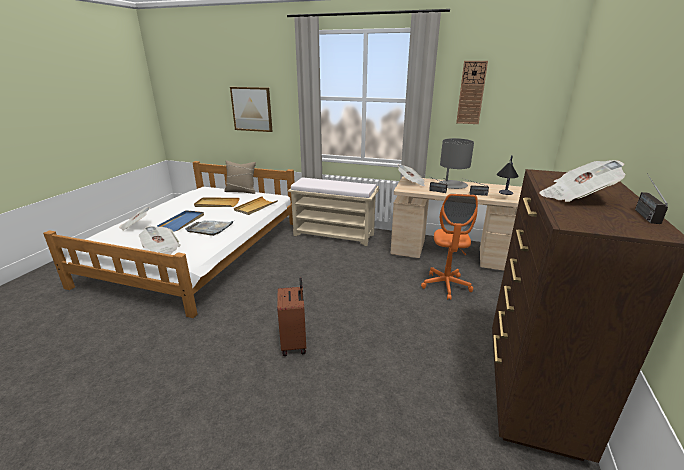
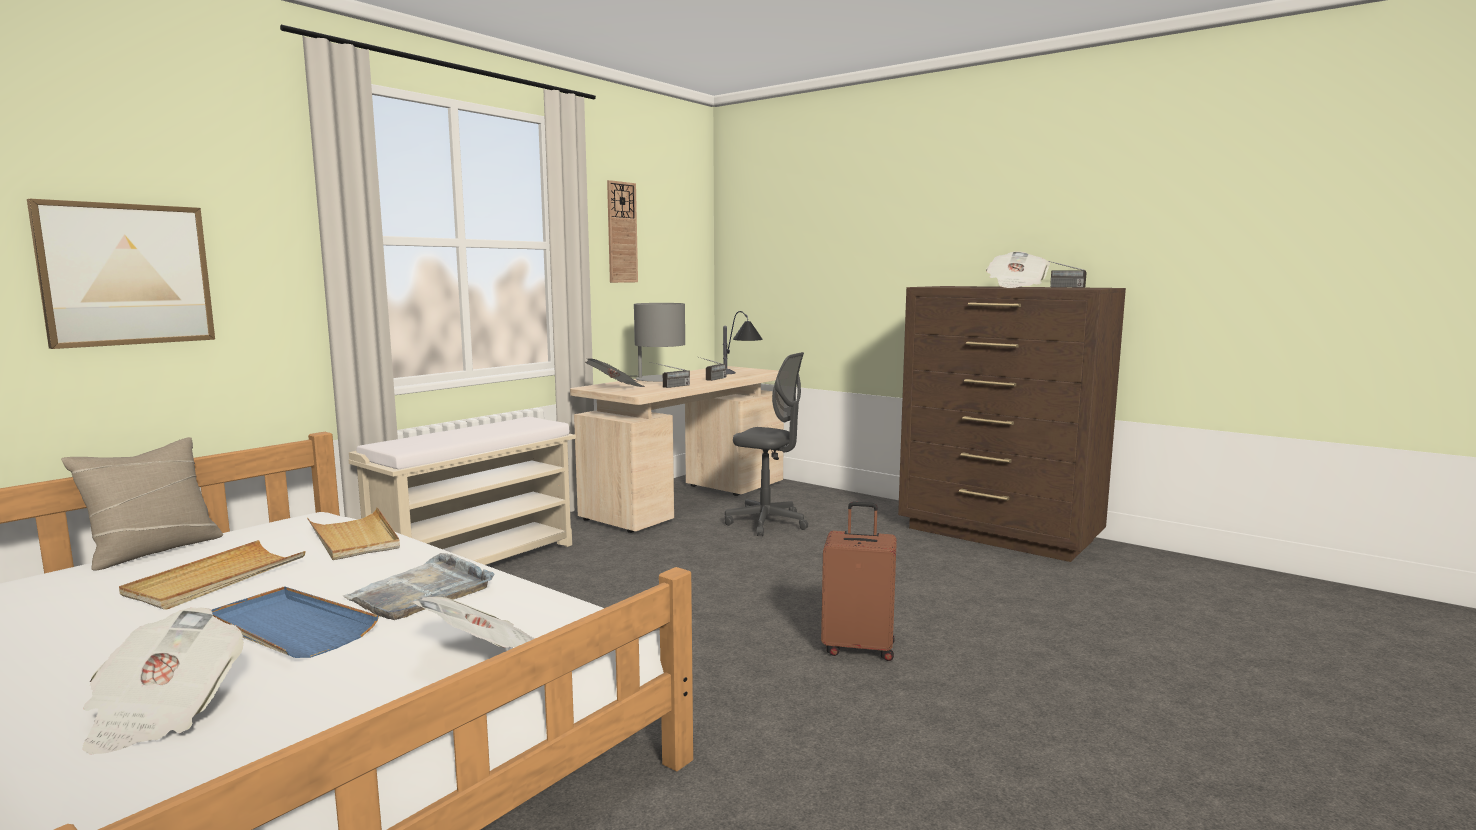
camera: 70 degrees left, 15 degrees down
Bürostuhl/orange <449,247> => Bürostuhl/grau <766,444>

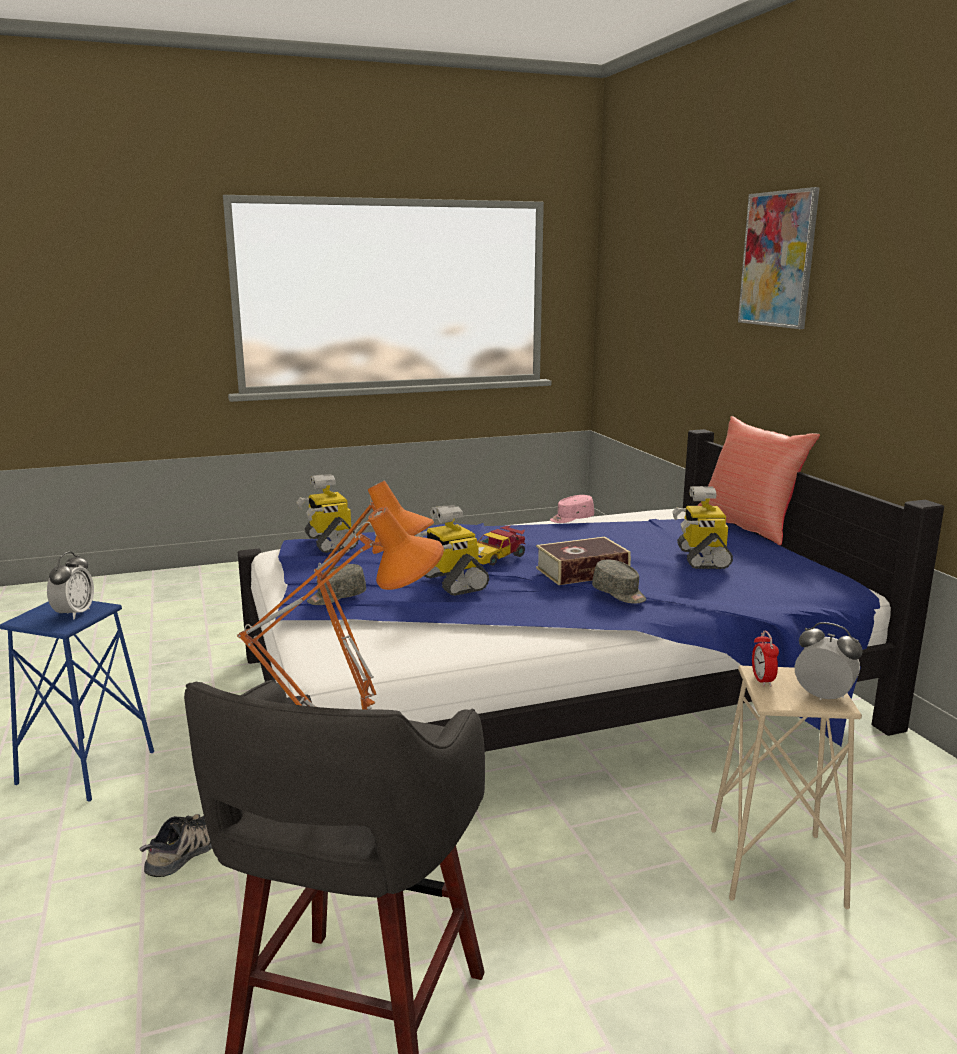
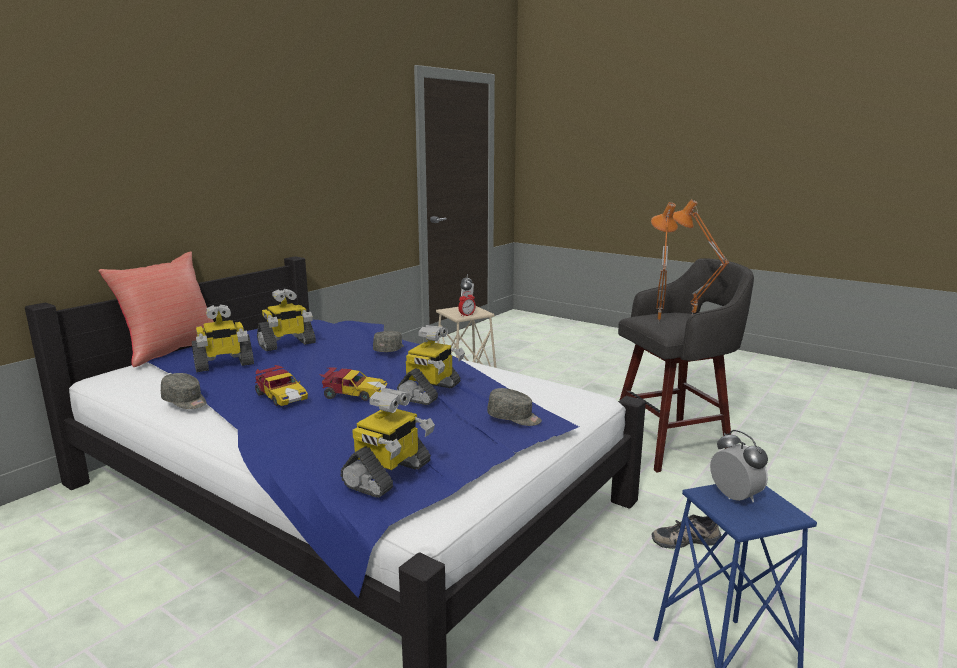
camera: 125 degrees left, 0 degrees up
Kappe/rosa <572,509> => Kappe/grau <184,391>
nothing => Spielzeugroboter <223,338>
nothing => Spielzeugauto <281,385>
Wecker <70,585> => Wecker <739,466>, 90 degrees clockwise
Buch <583,561> => nothing
Bild <779,258> => nothing

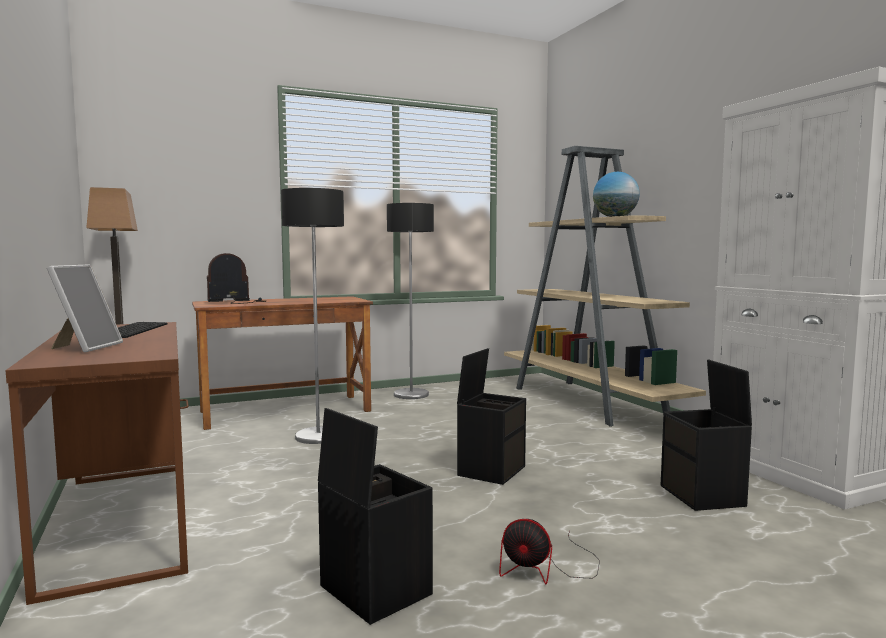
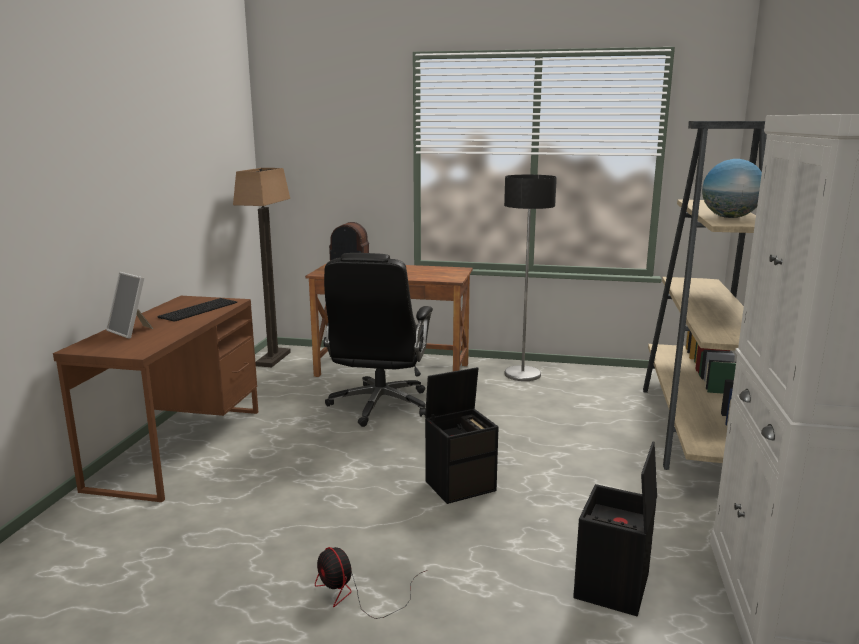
camera: 35 degrees right, 10 degrees up
Bilderrahmen <85,308> => Bilderrahmen <130,305>, 90 degrees clockwise
Stehlampe <312,316> => Bürostuhl/schwarz <378,340>
Aufbewahrungsbox/schwarz <375,516> => nothing

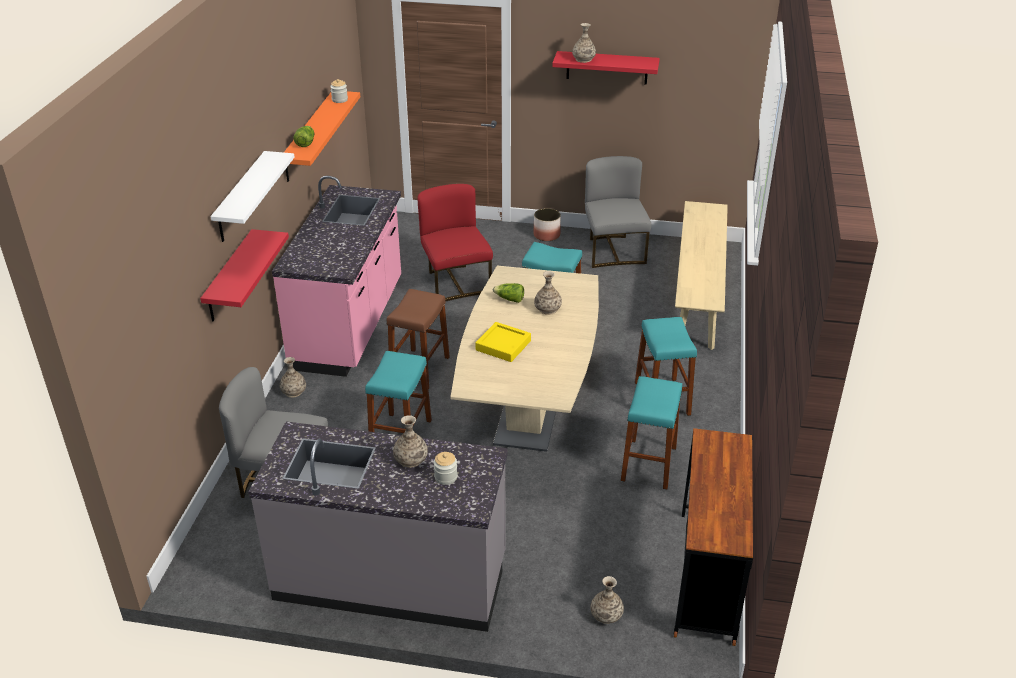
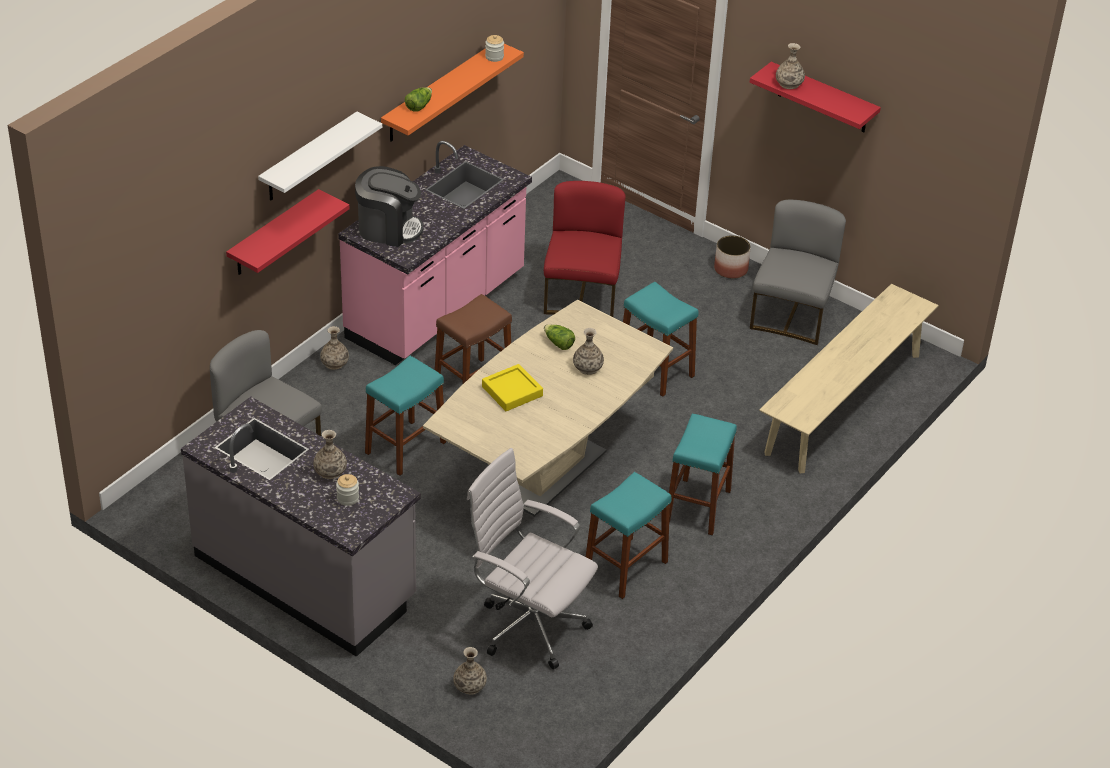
camera: 25 degrees right, 5 degrees up
nothing => Kaffeemaschine <389,206>
nothing => Bürostuhl/weiß <532,558>
Schreibtisch/braun <713,537> => nothing

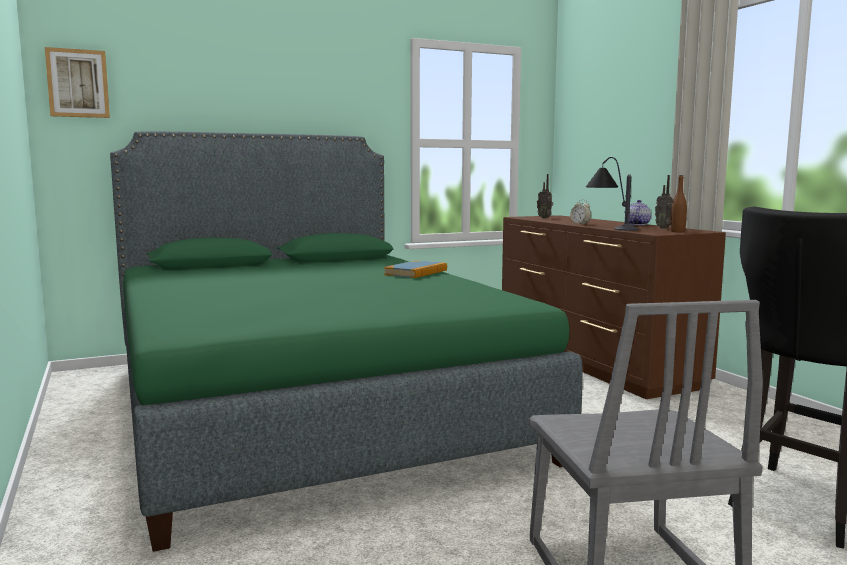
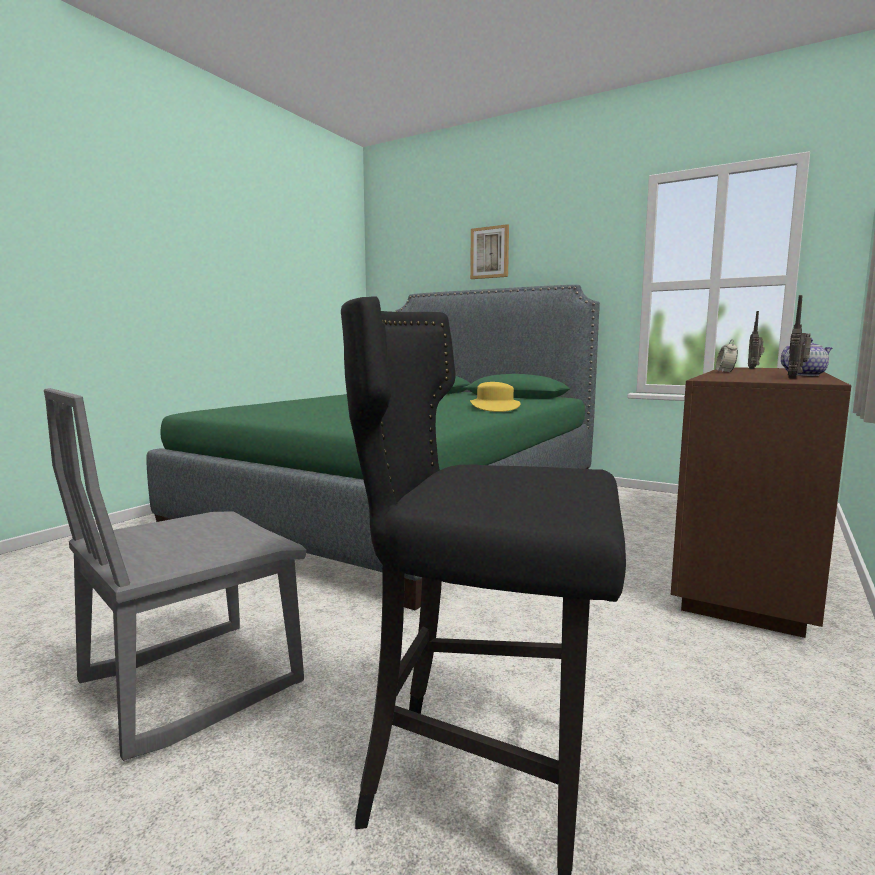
camera: 55 degrees right, 0 degrees up
Bild <77,82> => Bild <489,251>, shifted
Buch <415,269> => Hut/gelb <495,397>
Tischlampe <612,194> => nothing
Flasche/braun <678,203> => nothing

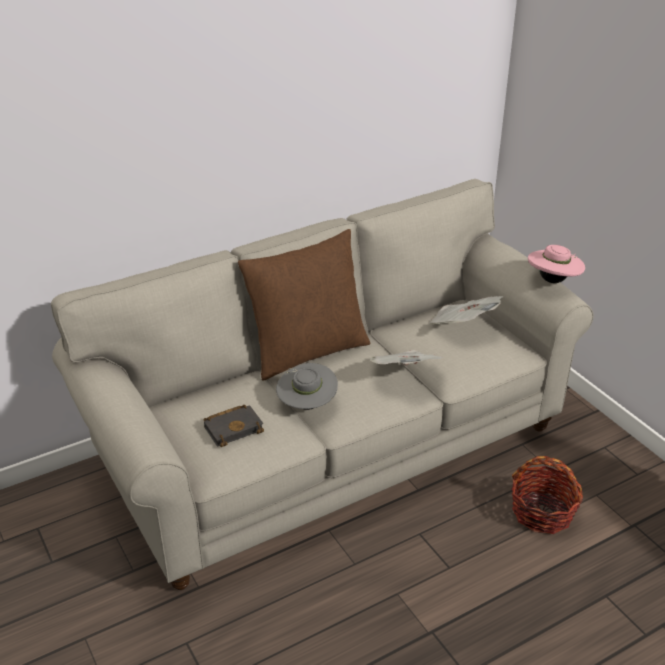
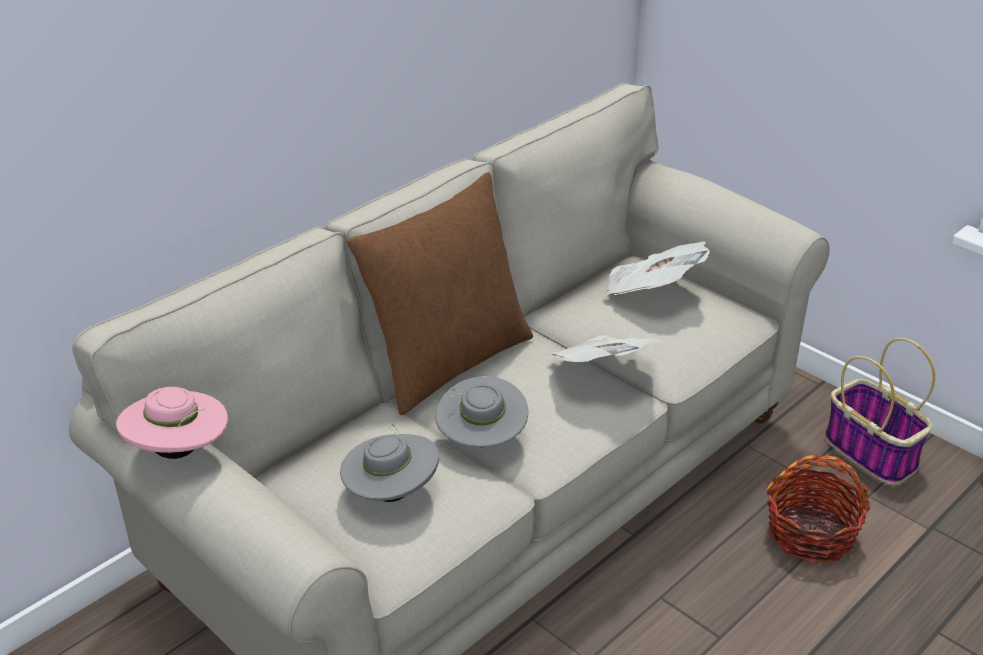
camera: 15 degrees left, 0 degrees up
Hut/rosa <556,264> => Hut/rosa <172,423>, shifted
Buch/schwarz <234,426> => Hut/grau <389,463>
nothing => Korb <880,411>

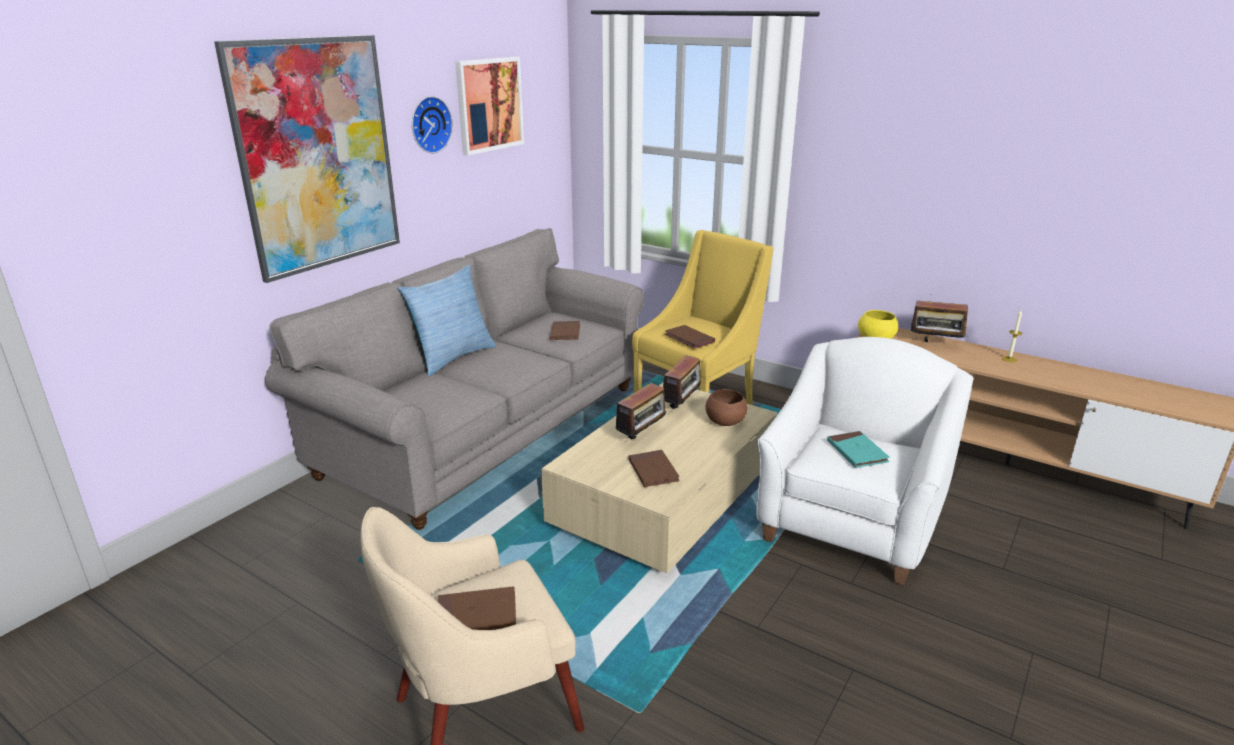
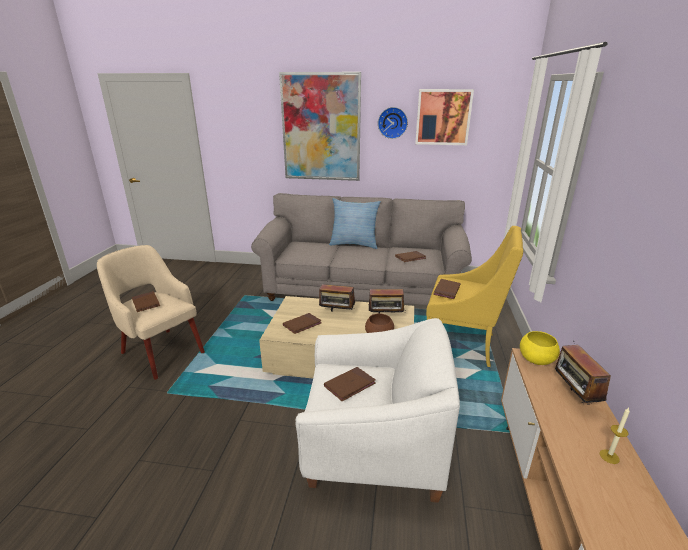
camera: 65 degrees right, 0 degrees up
Buch/türkis <858,449> => Buch/braun <350,384>

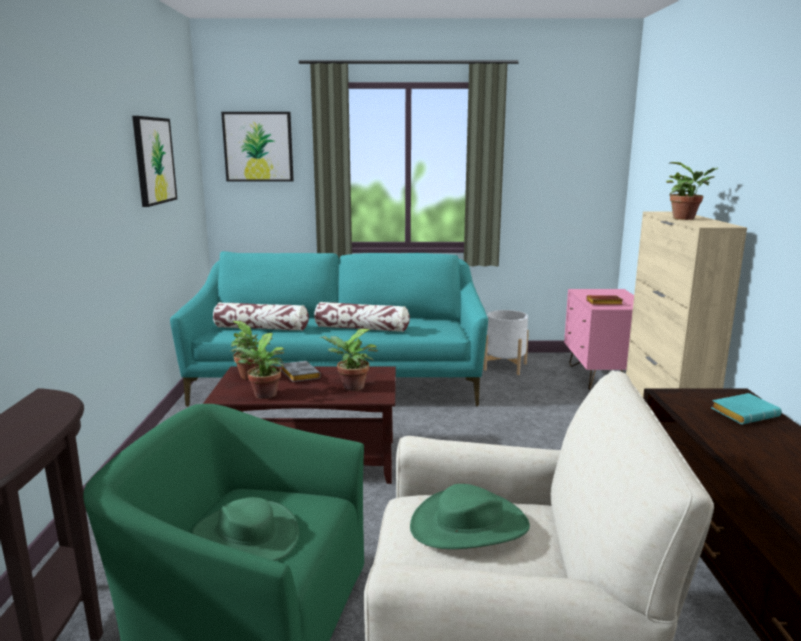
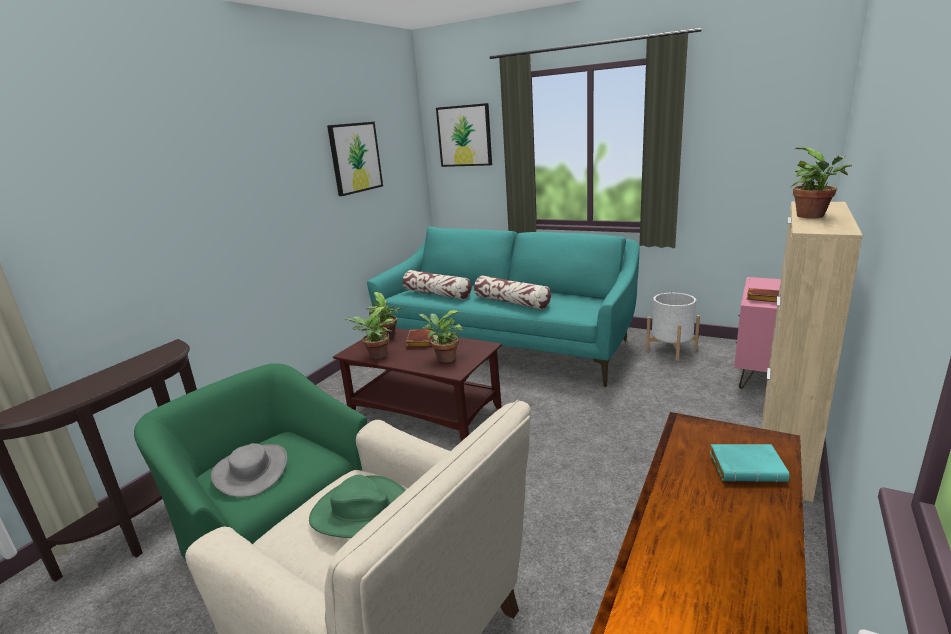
camera: 30 degrees right, 5 degrees up
Hut/grün <245,529> => Hut/grau <249,470>
Buch/grau <301,371> => Buch/braun <419,338>

